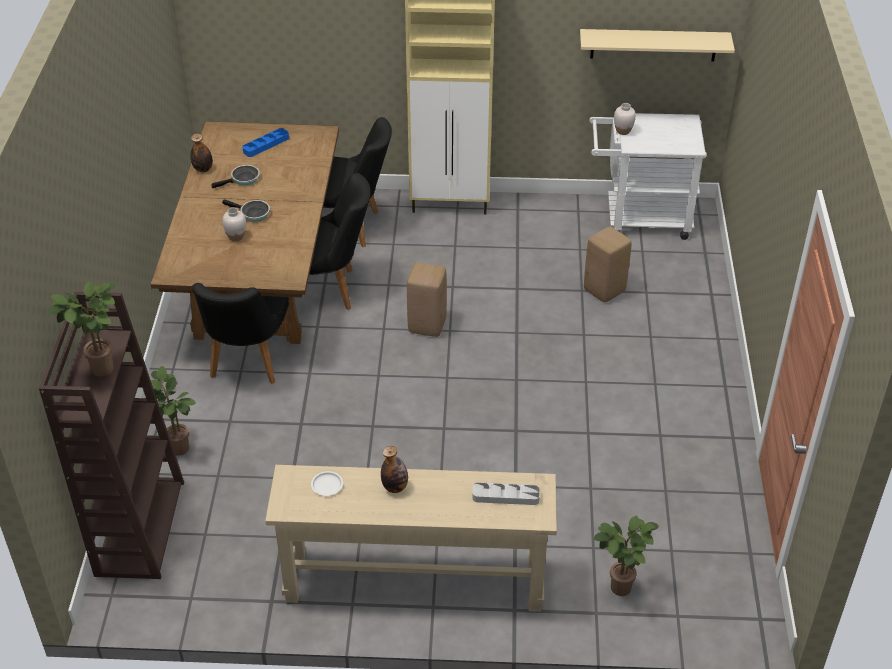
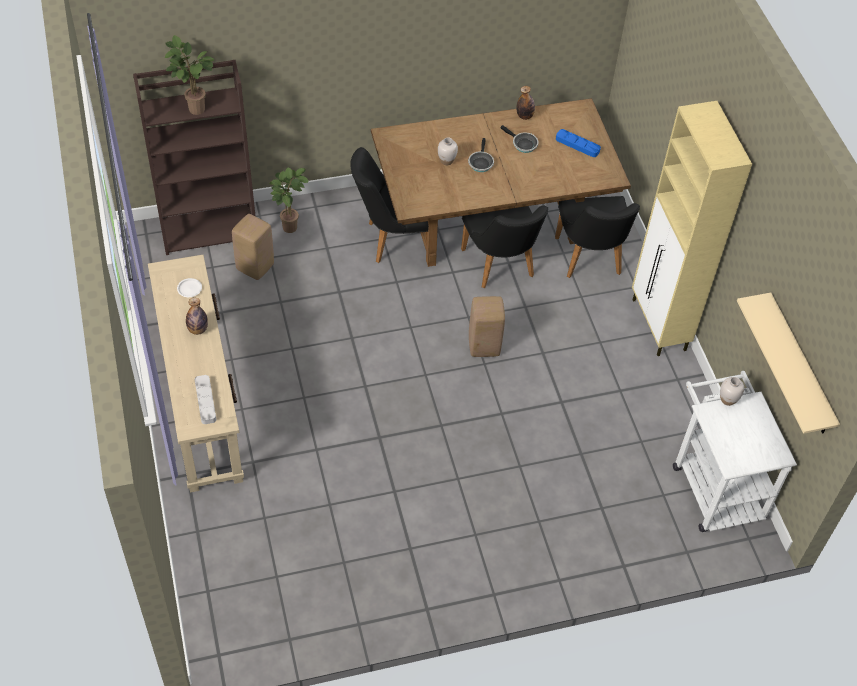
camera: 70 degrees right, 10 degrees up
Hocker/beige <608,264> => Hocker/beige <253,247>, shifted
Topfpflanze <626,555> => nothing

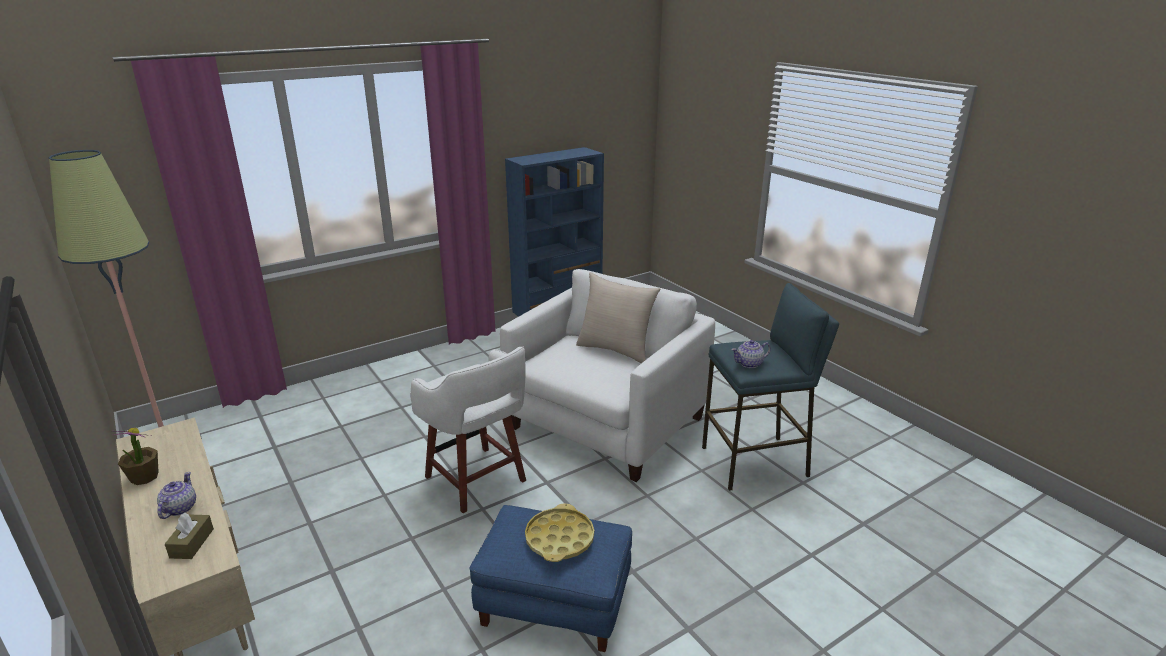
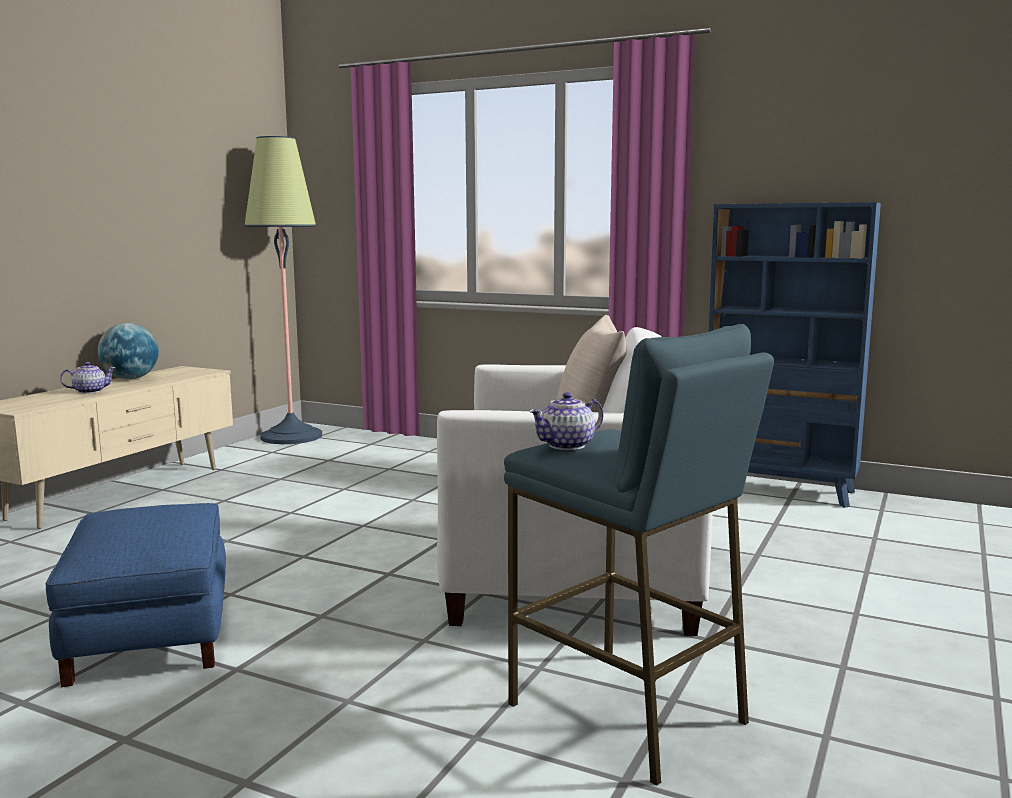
camera: 60 degrees right, 15 degrees down
Topfpflanze <137,456> => Globus <128,351>
Teekanne <751,354> => Teekanne <566,421>, 75 degrees counterclockwise
Taschentuchbox/braun <189,536> => nothing
Hocker/weiß <468,430> => nothing
Tablett/gelb <559,533> => nothing

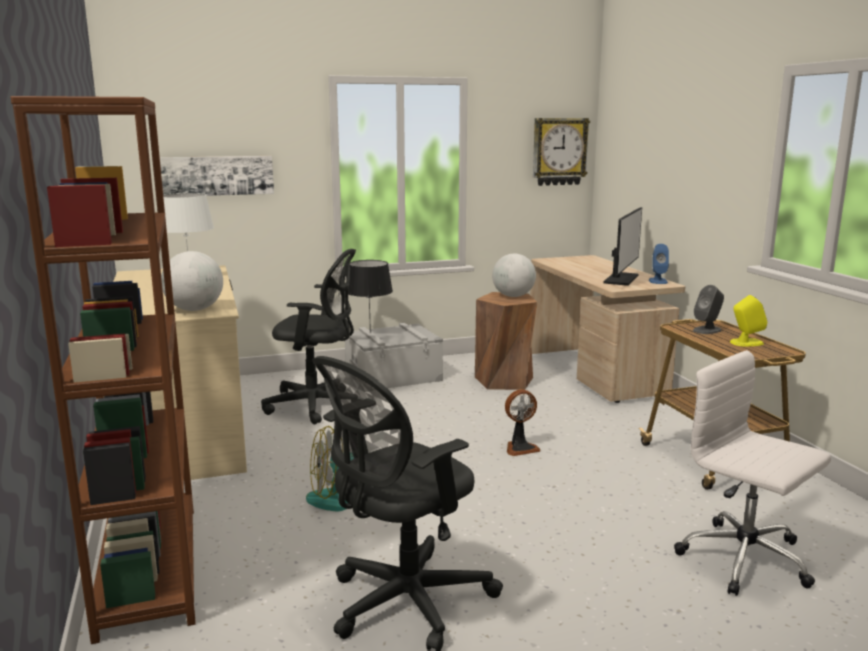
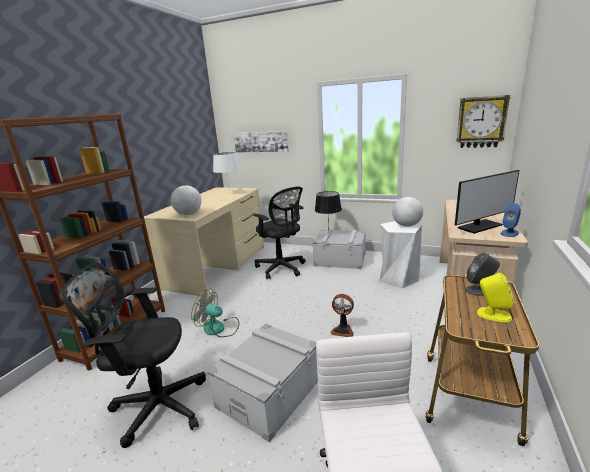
camera: 40 degrees right, 5 degrees up
nothing => Aufbewahrungsbox/grau <262,383>
Hocker/braun <506,341> => Hocker/weiß <400,254>

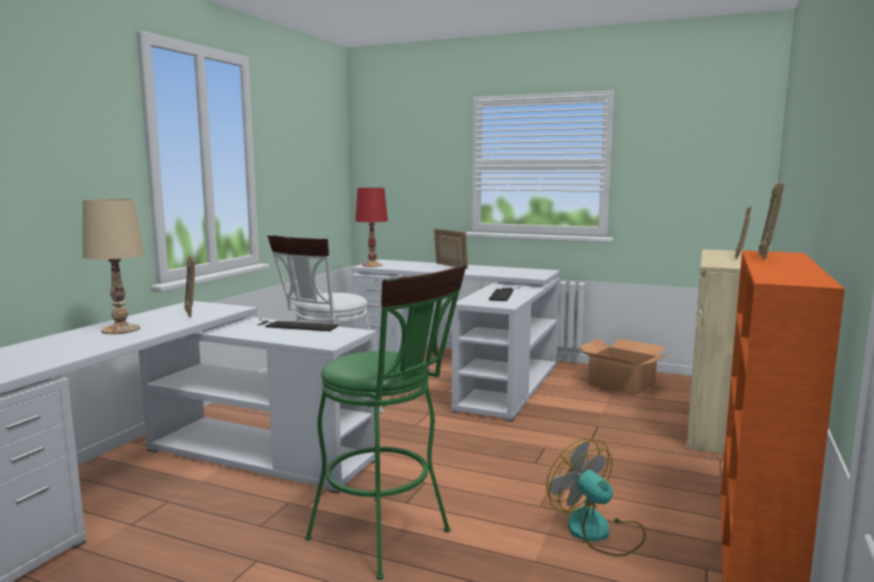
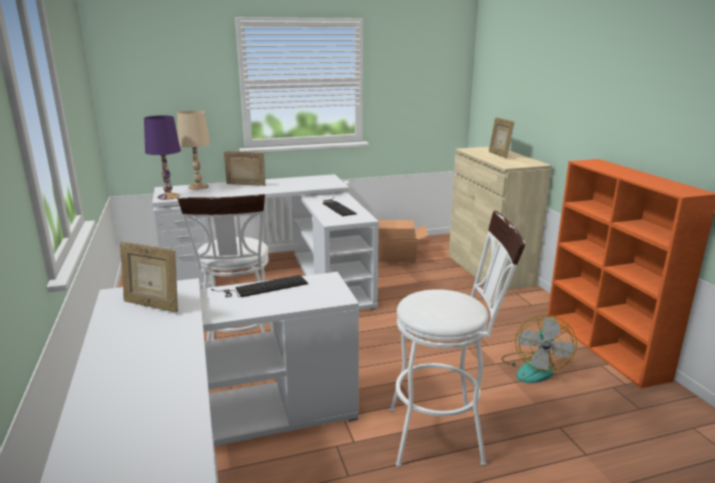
camera: 40 degrees left, 10 degrees up
Tischlampe/rot <371,227> => Tischlampe/lila <162,157>
Tischlampe/beige <113,266> => Tischlampe/beige <193,150>, shifted
Hocker/grün <385,422> => Hocker/weiß <458,339>
Ventilator <596,498> => Ventilator <539,349>, 90 degrees counterclockwise
Bilderrahmen <771,221> => nothing

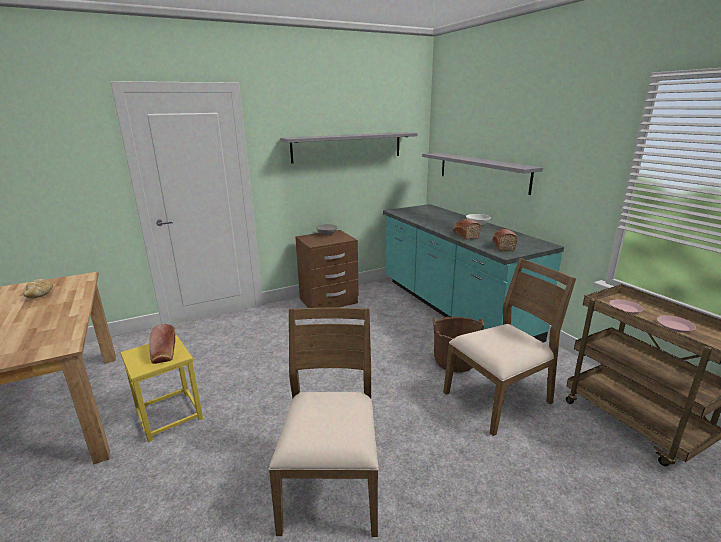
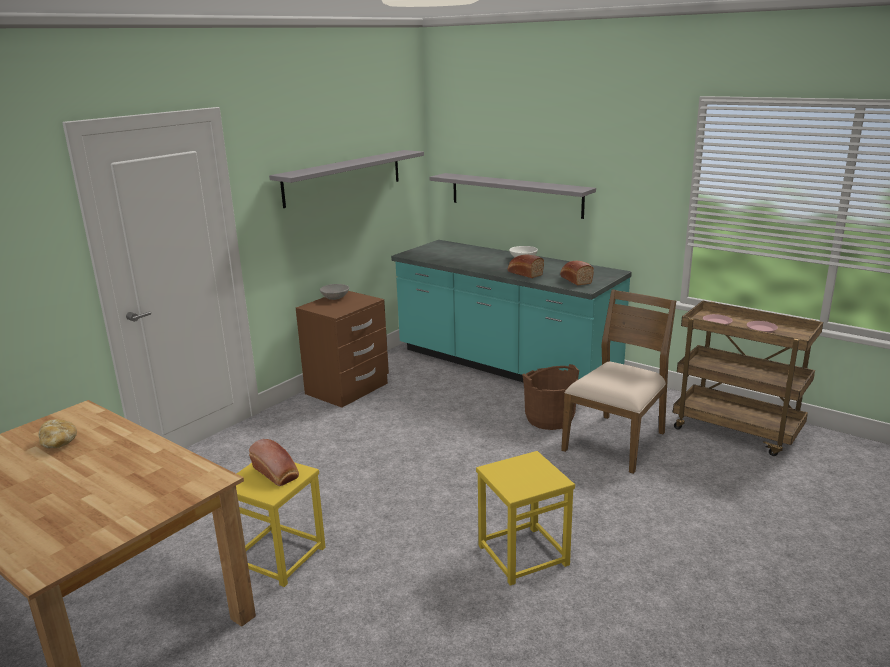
camera: 25 degrees left, 0 degrees up
Stuhl/braun <323,422> => Hocker/gelb <525,518>

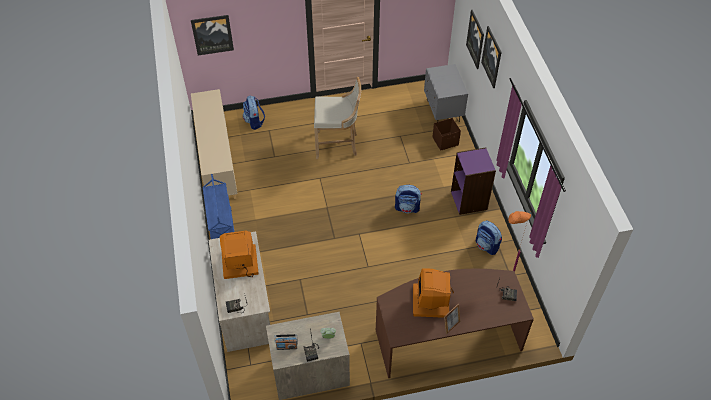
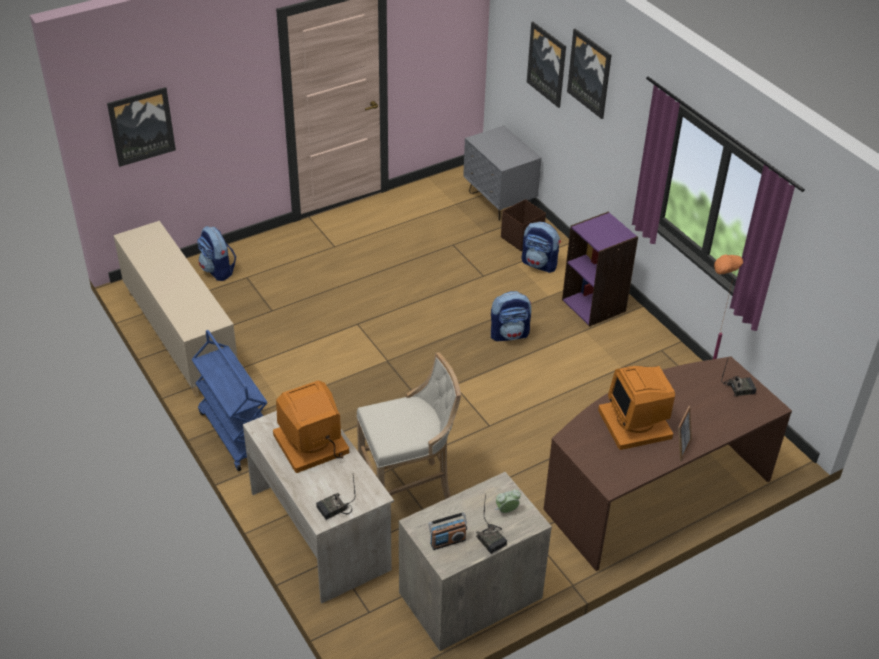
camera: 20 degrees left, 10 degrees down
Hocker/beige <337,118> => Hocker/beige <409,425>, shifted
Rucksack <489,237> => Rucksack <541,247>, shifted

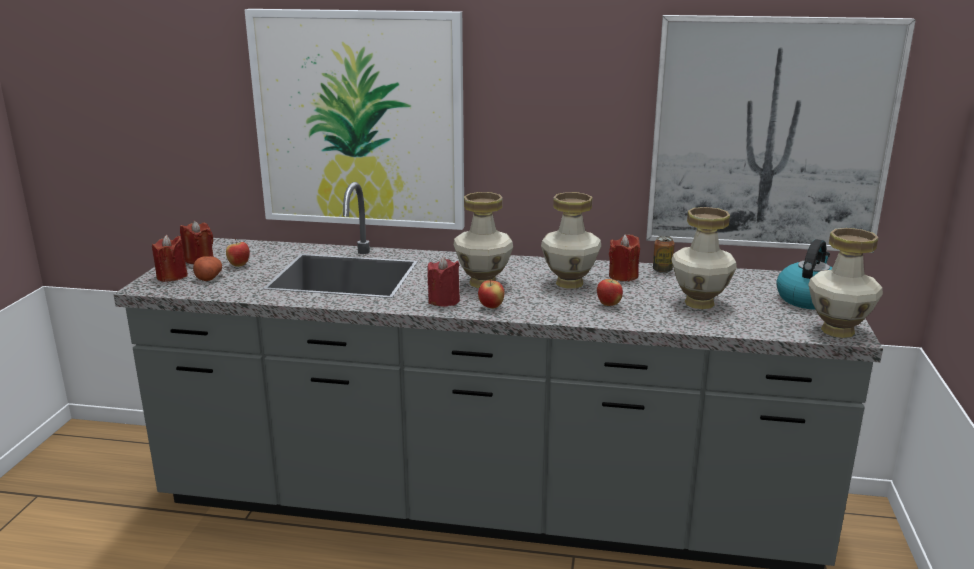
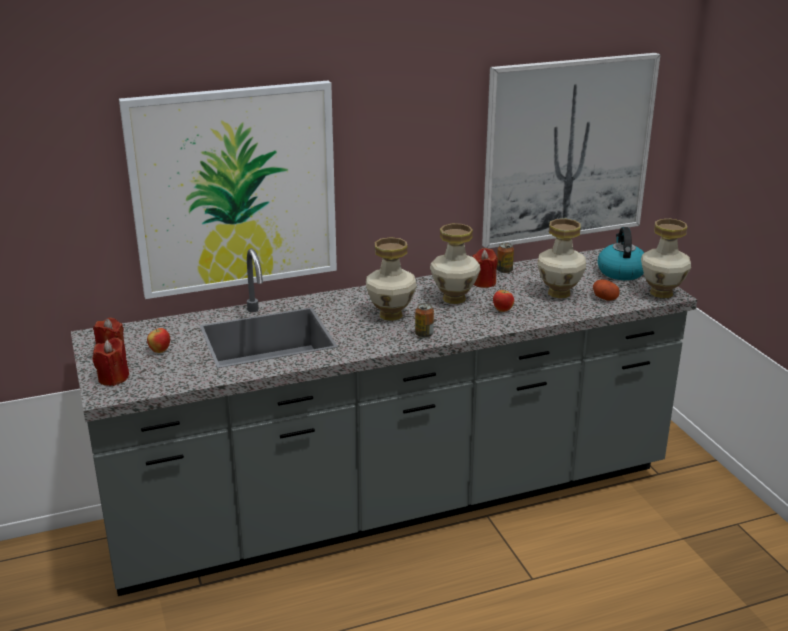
camera: 30 degrees left, 5 degrees up
Apfel <491,294> => Dose <424,320>
Kartoffel <207,268> => Kartoffel <606,290>, shifted
Kerze/rot <443,281> => nothing

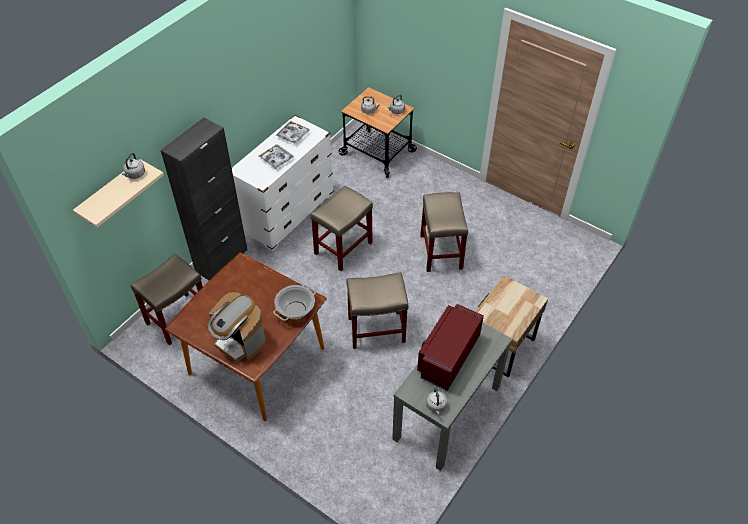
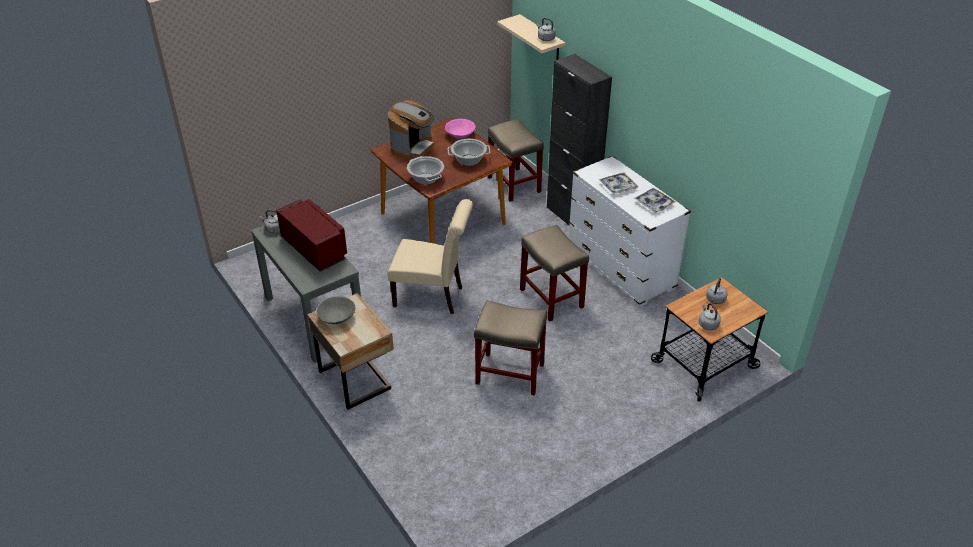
camera: 110 degrees right, 10 degrees down
nothing => Schüssel/grau <335,310>
Hocker/beige <377,310> => Stuhl/beige <430,256>
Kaffeemaschine <237,327> => Kaffeemaschine <411,130>, 150 degrees clockwise
nothing => Schüssel/rosa <460,129>
nothing => Kochtopf <469,152>

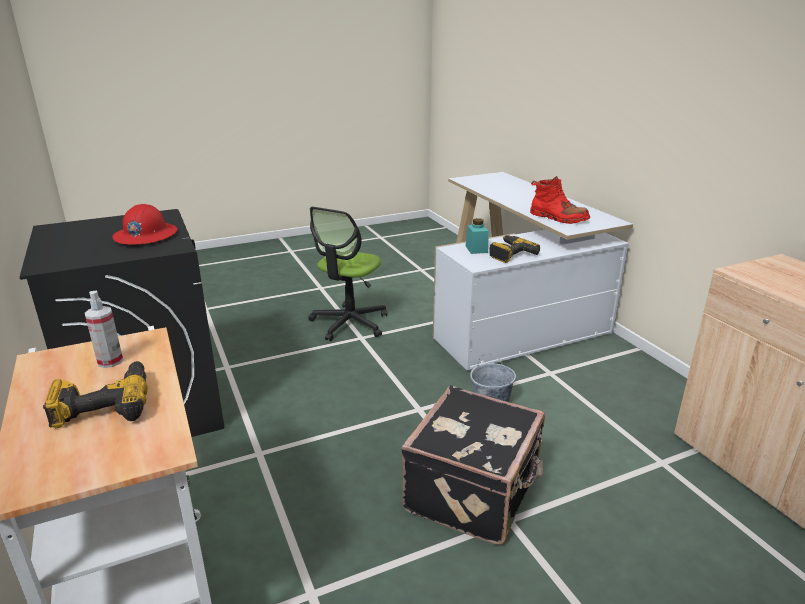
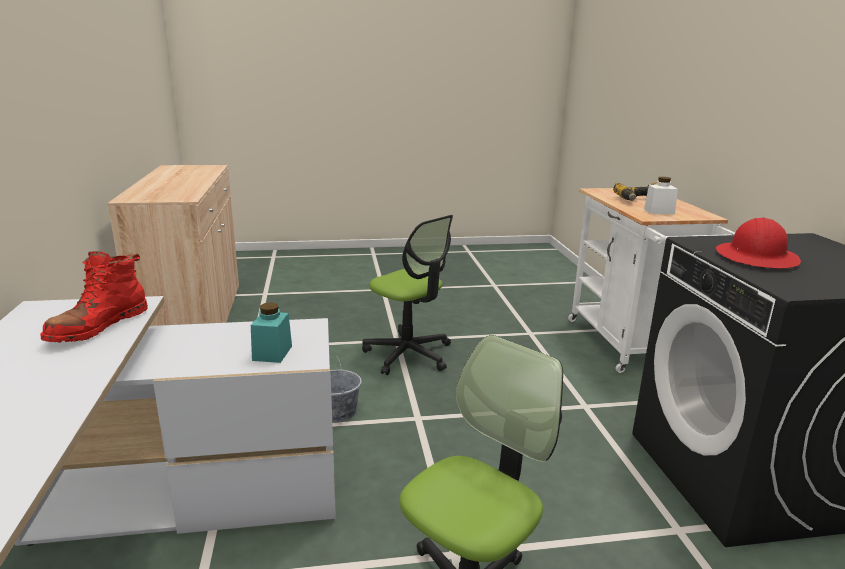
camera: 165 degrees left, 5 degrees down
Stiefel/rot <560,200> => Stiefel/rot <94,296>, 120 degrees counterclockwise
Koffer/schwarz <473,465> => Bürostuhl <407,295>
Sprühflasche <104,329> => Vorratsglas/weiß <661,195>
Bohrmaschine <514,249> => nothing

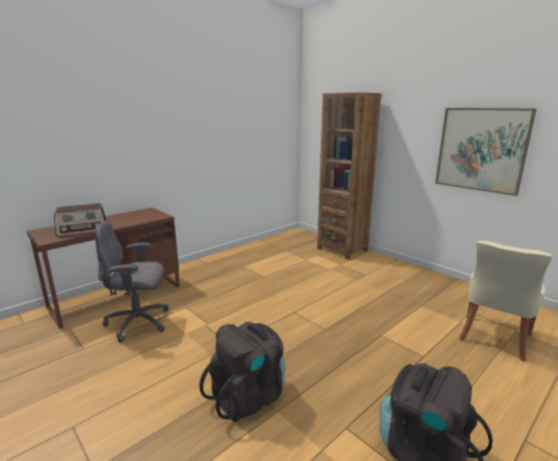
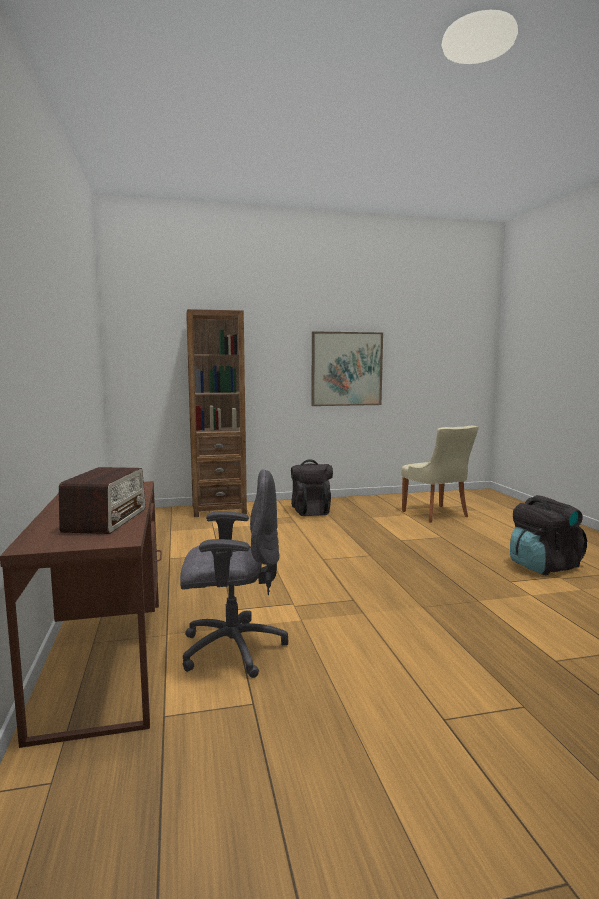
camera: 60 degrees left, 10 degrees down
Bürostuhl/grau <132,282> => Bürostuhl/grau <234,573>, 120 degrees counterclockwise
Rucksack/schwarz <242,372> => Rucksack/schwarz <312,487>, shifted

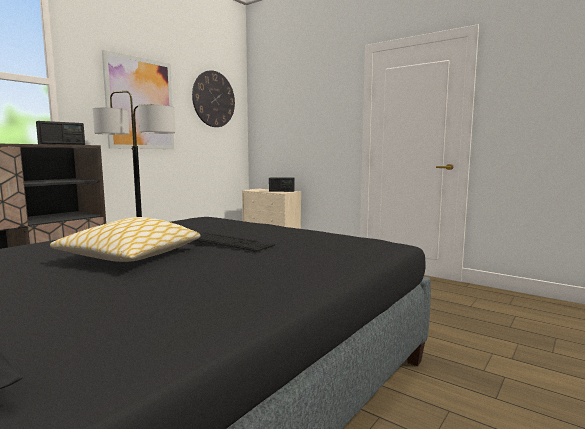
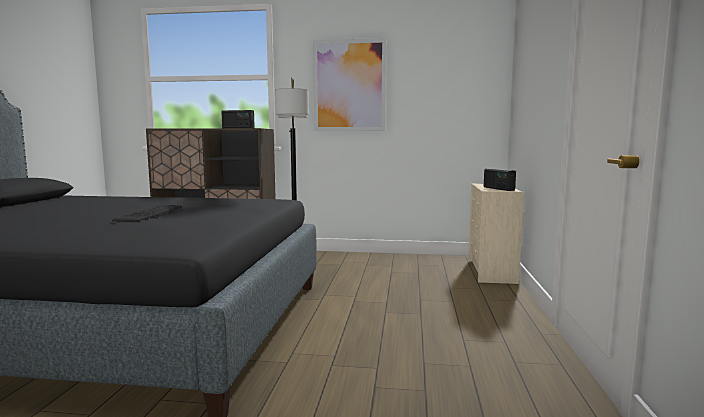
camera: 60 degrees right, 0 degrees up
Kissen <125,239> => nothing
Wanduhr <213,98> => nothing

